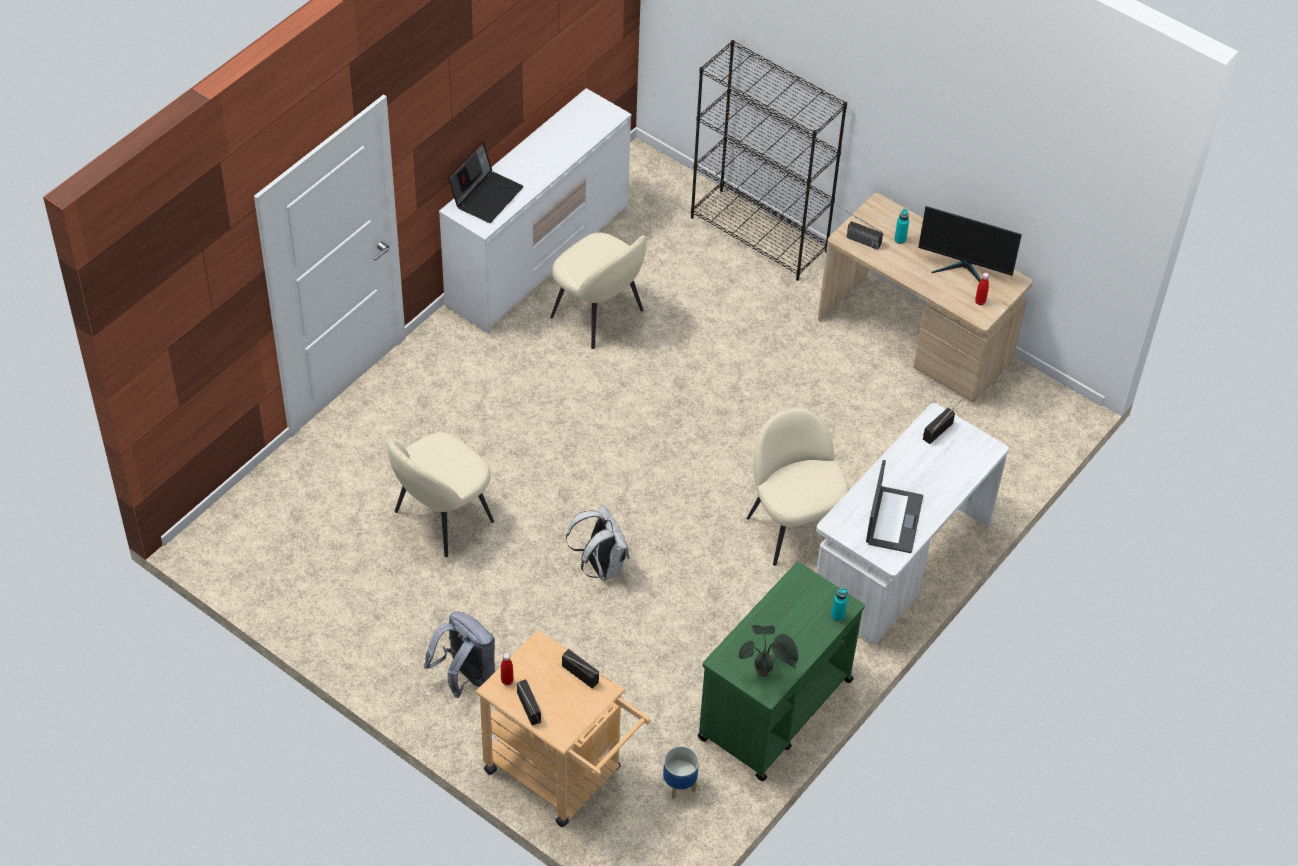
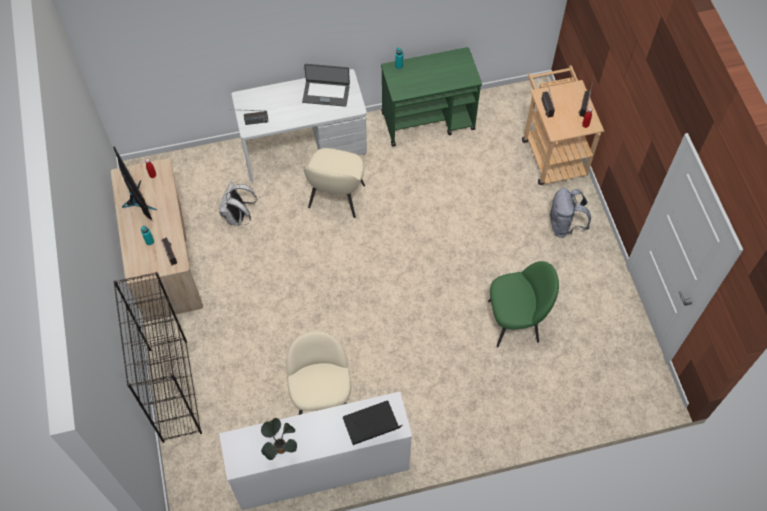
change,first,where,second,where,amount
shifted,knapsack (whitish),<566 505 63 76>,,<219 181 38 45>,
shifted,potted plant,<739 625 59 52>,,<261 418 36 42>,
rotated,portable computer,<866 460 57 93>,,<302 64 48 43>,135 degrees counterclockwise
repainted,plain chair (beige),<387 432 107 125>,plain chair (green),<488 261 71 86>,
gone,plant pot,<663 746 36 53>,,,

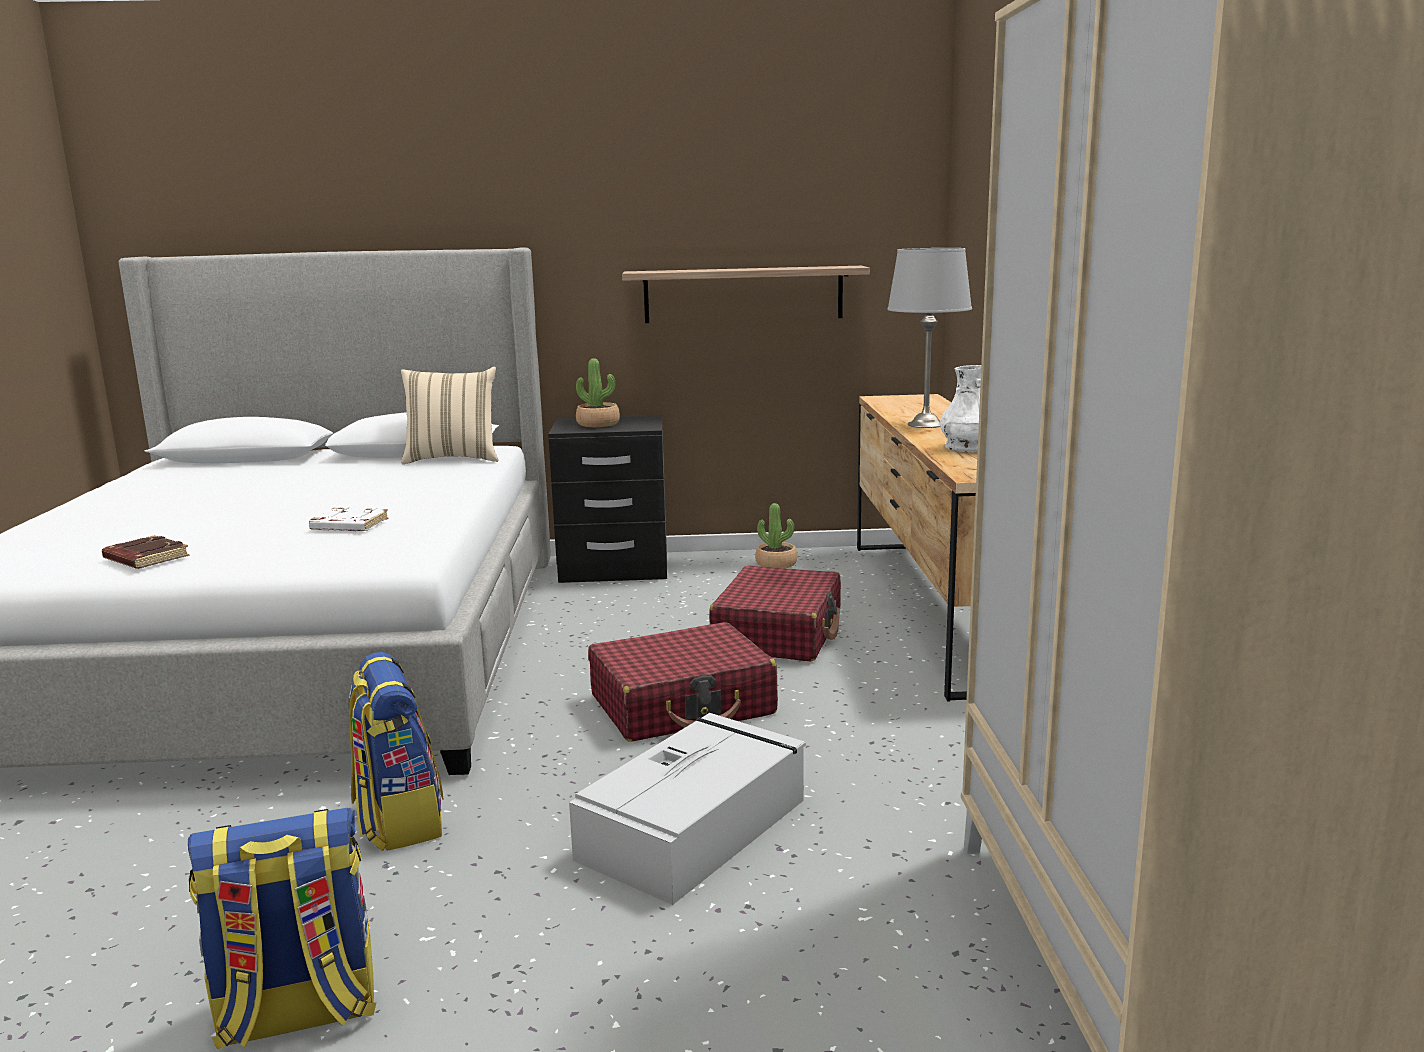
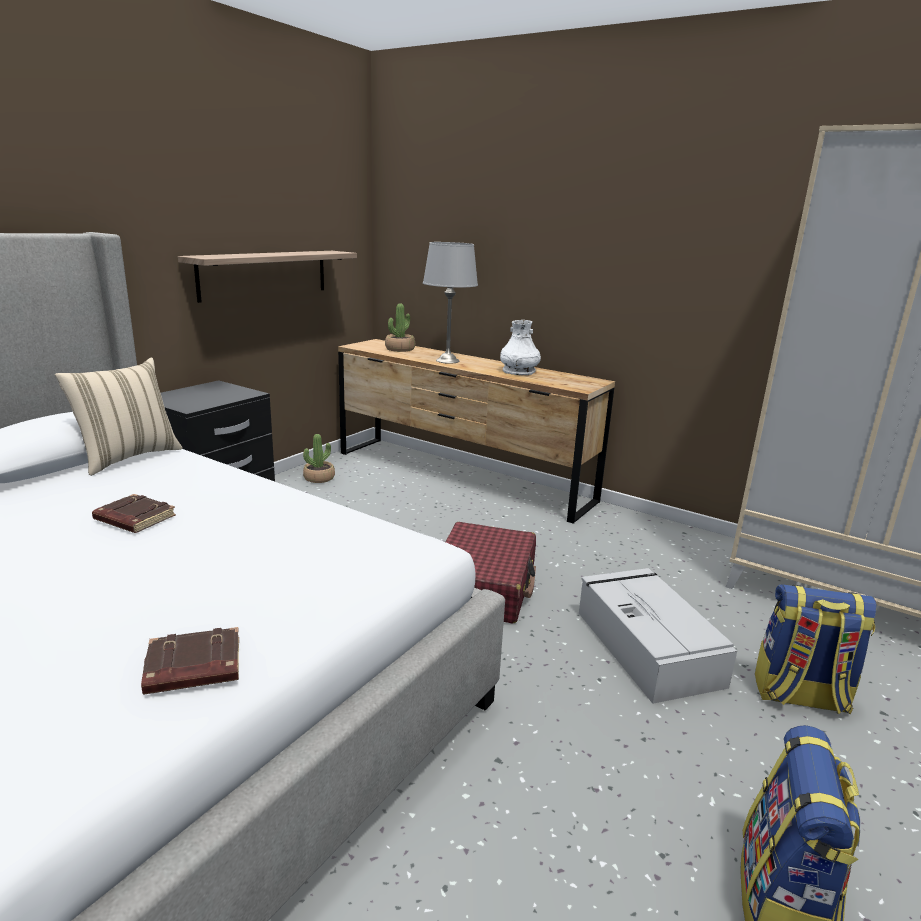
change,first,where,second,where,amount
new,,,book (brown-coloured),<92 494 84 39>,
shifted,potted plant,<576 358 44 69>,,<385 303 30 49>,
shifted,knapsack,<348 652 96 199>,,<755 584 122 130>,
gone,book (whitish),<309 507 80 24>,,,
gone,piece of luggage (reddish),<709 565 132 96>,,,

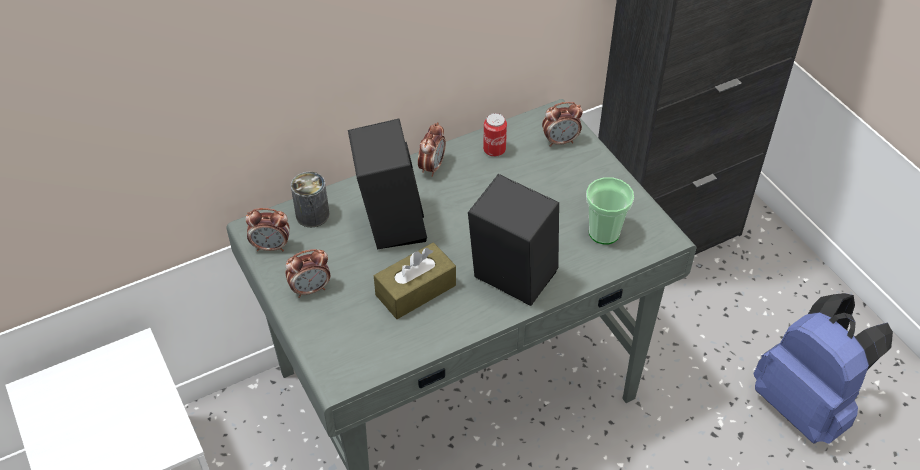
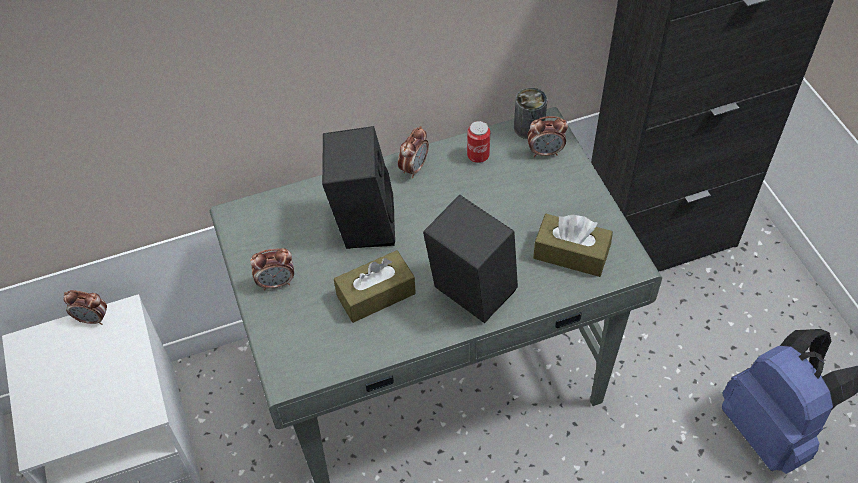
change,first,where,second,where,amount
shifted,table clock,<245 208 44 43>,,<64 290 43 35>,
shifted,metal can,<291 172 39 55>,,<514 88 33 51>,
swapped,cup,<586 177 48 68>,tissue holder (brown-coloured),<533 214 80 63>,

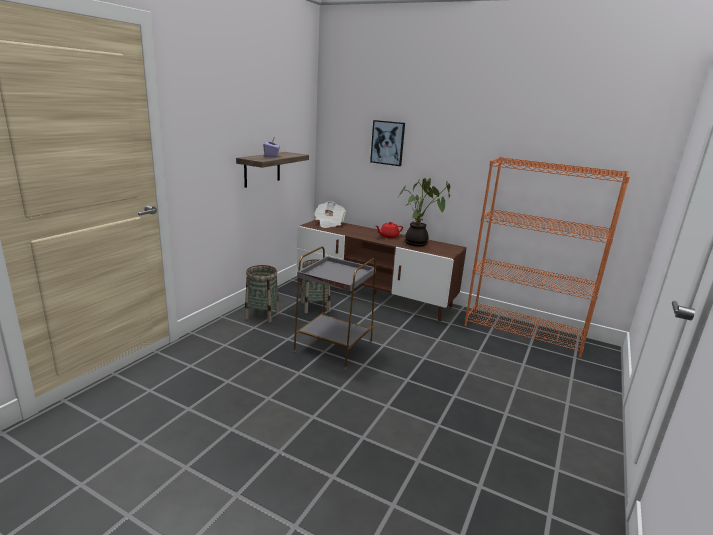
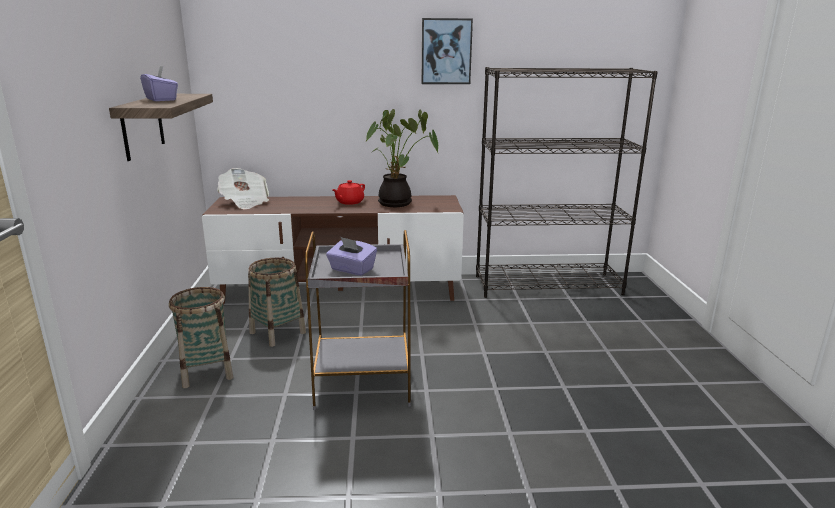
change,first,where,second,where,amount
new,,,tissue holder (purplish),<326 237 51 39>,
shifted,wall picture,<370 120 35 46>,,<421 18 52 66>,
repainted,shelving unit (orange),<464 157 166 201>,shelving unit (blackish),<476 67 182 231>,

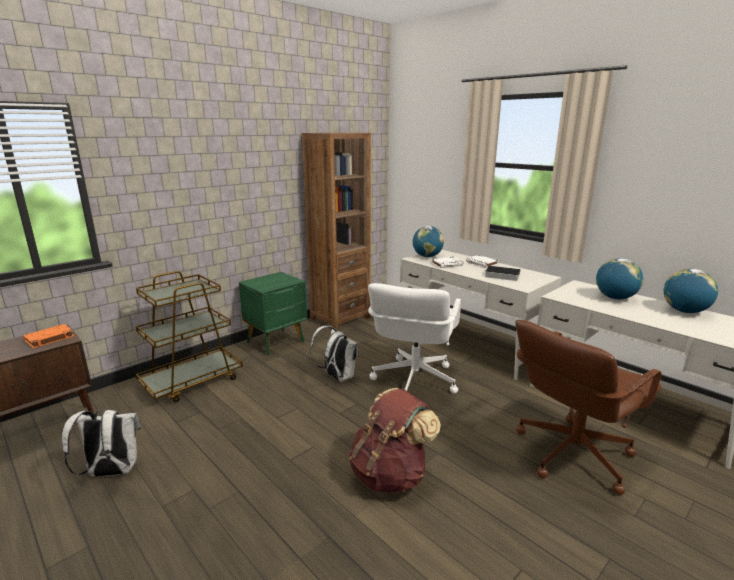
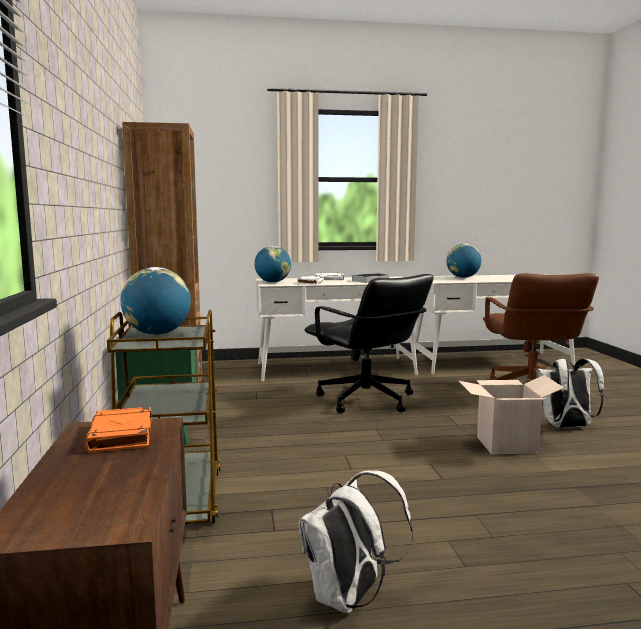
change,first,where,second,where,amount
shifted,globe,<664 269 54 44>,,<120 267 71 68>,
repainted,computer chair (whitish),<368 283 93 111>,computer chair (blackish),<304 274 129 139>,
swapped,knapsack (brown-coloured),<349 388 92 105>,carton,<459 375 105 79>,
shifted,knapsack (whitish),<310 326 49 56>,,<536 358 68 70>,

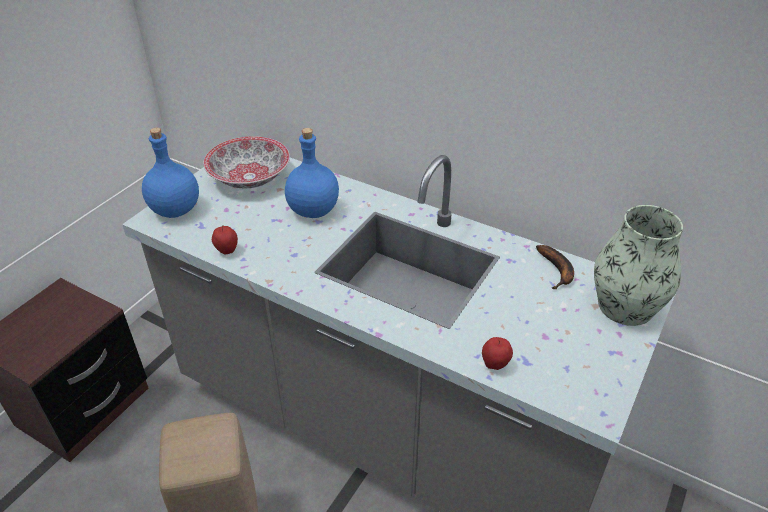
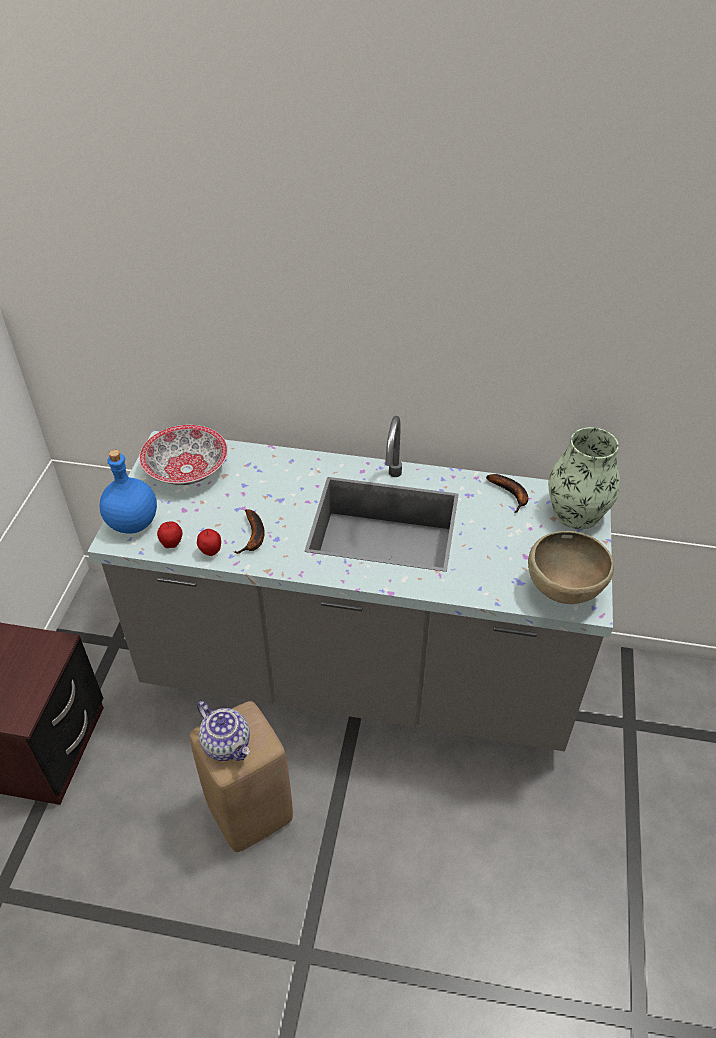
change,first,where,second,where,amount
shifted,whole apple,<482 337 31 33>,,<157 522 26 26>,
new,,,pot for tea,<197 701 53 60>,
new,,,whole banana,<234 509 31 45>,
new,,,deep dish (brown-coloured),<528 531 86 73>,
gone,beverage bottle (blue),<285 128 54 90>,,,

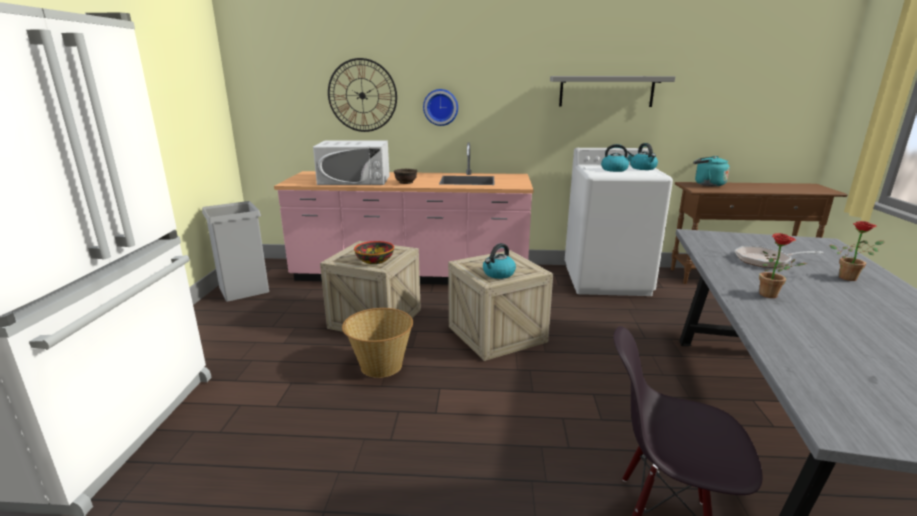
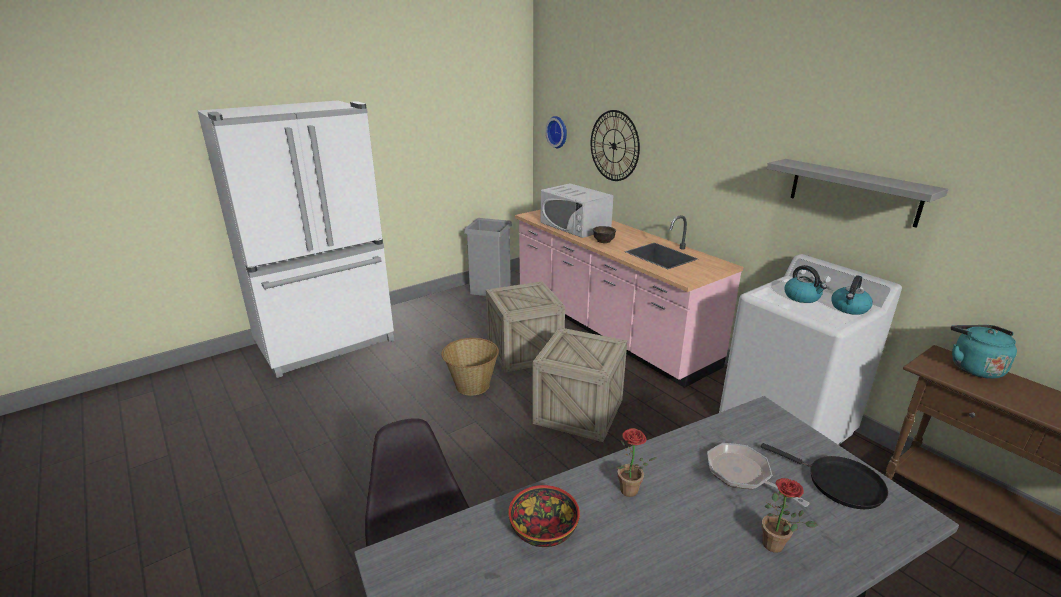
change,first,where,second,where,amount
shifted,deep dish,<354 241 40 23>,,<508 485 72 62>,
shifted,wall clock,<423 89 35 37>,,<545 116 22 32>,
new,,,frying pan (blackish),<761 443 127 66>,
gone,water kettle,<483 243 33 36>,,,

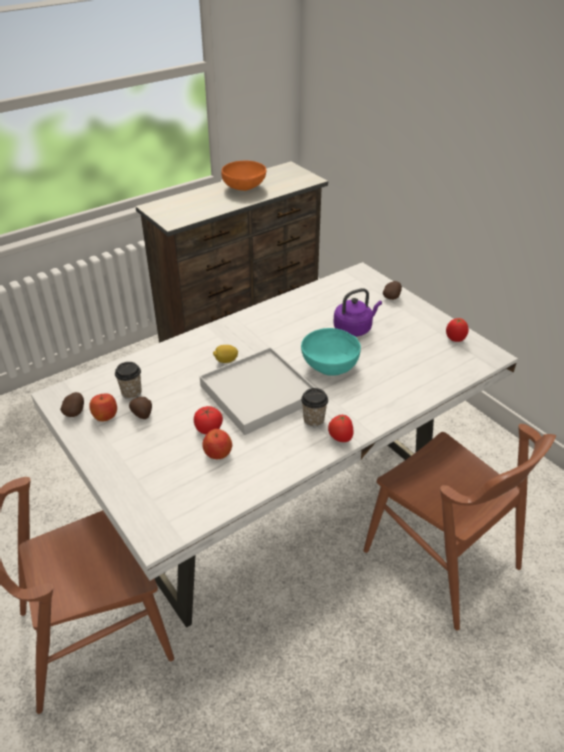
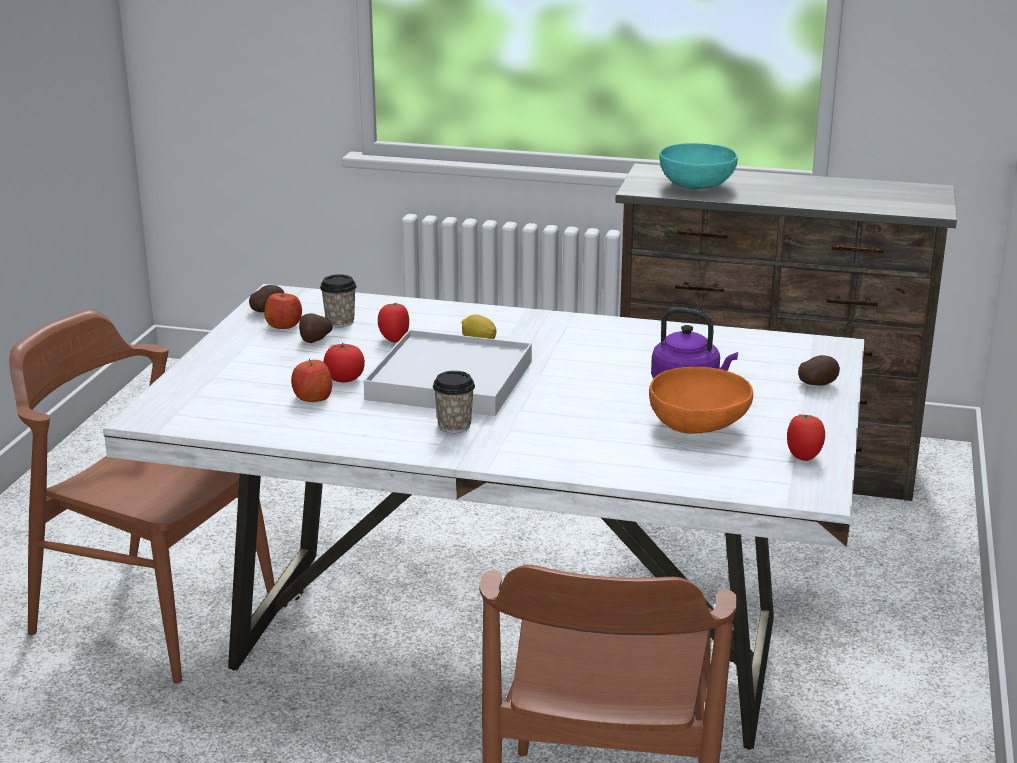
change,first,where,second,where,amount
shifted,tomato,<328 415 26 27>,,<378 303 31 39>,
shifted,deep dish (orange),<221 161 45 30>,,<649 367 104 67>,
shifted,deep dish (turquoise),<301 328 60 48>,,<659 143 79 46>,

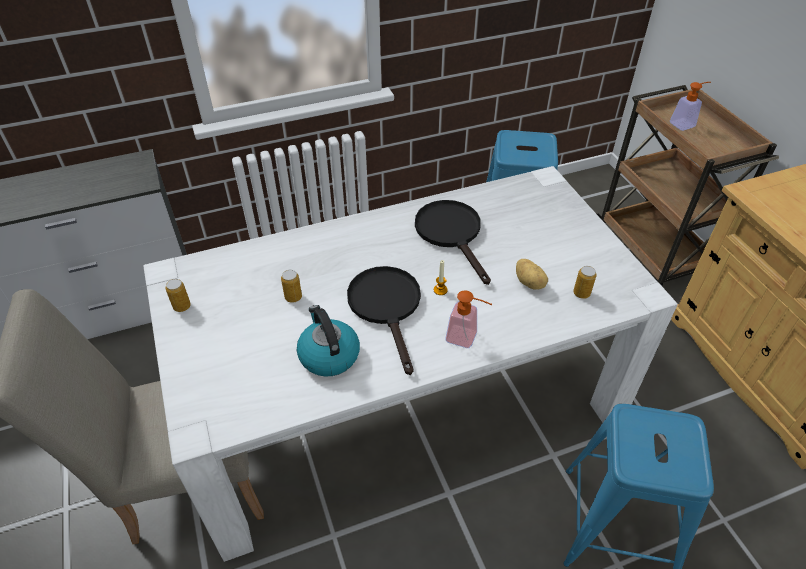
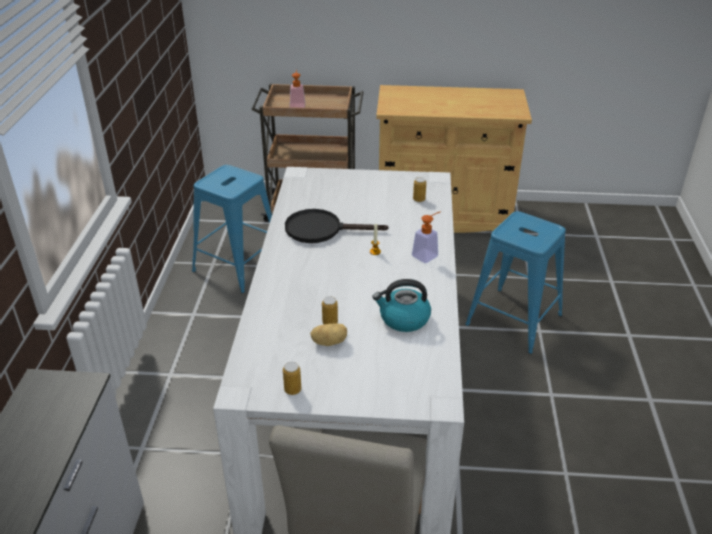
change,first,where,second,where,amount
shifted,whole potato,<516 259 32 31>,,<310 323 37 23>,
gone,frying pan (blackish),<347 266 74 109>,,,

